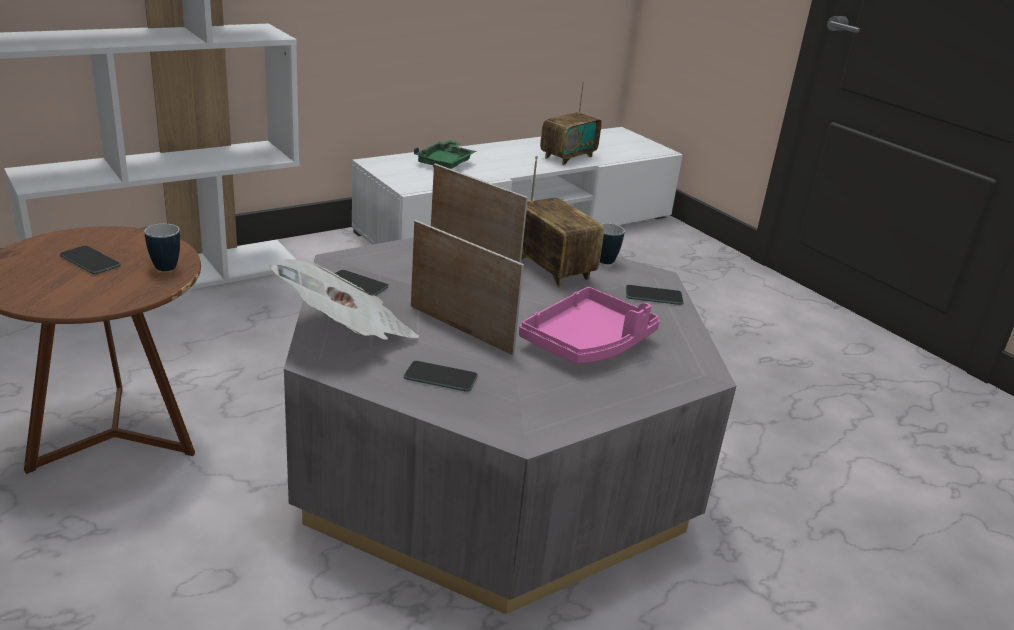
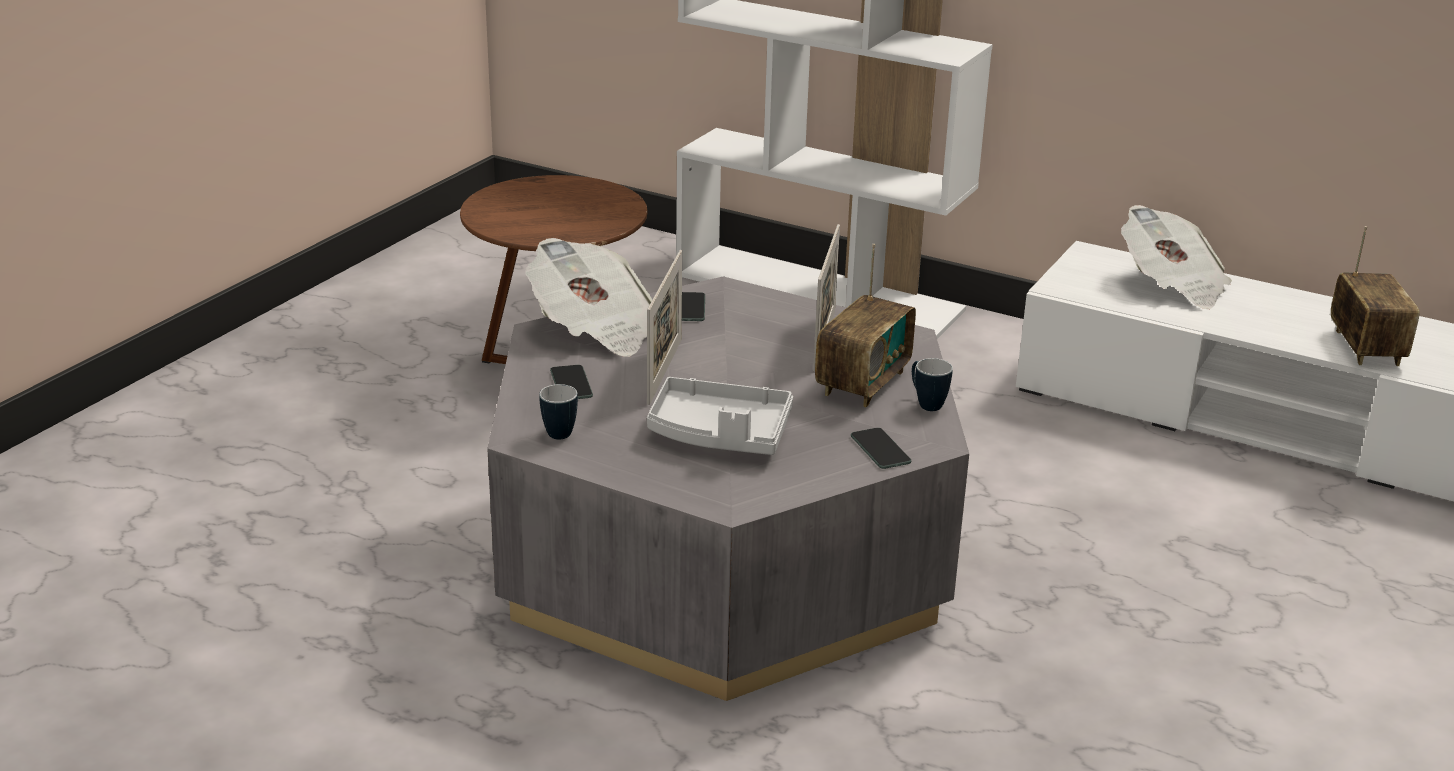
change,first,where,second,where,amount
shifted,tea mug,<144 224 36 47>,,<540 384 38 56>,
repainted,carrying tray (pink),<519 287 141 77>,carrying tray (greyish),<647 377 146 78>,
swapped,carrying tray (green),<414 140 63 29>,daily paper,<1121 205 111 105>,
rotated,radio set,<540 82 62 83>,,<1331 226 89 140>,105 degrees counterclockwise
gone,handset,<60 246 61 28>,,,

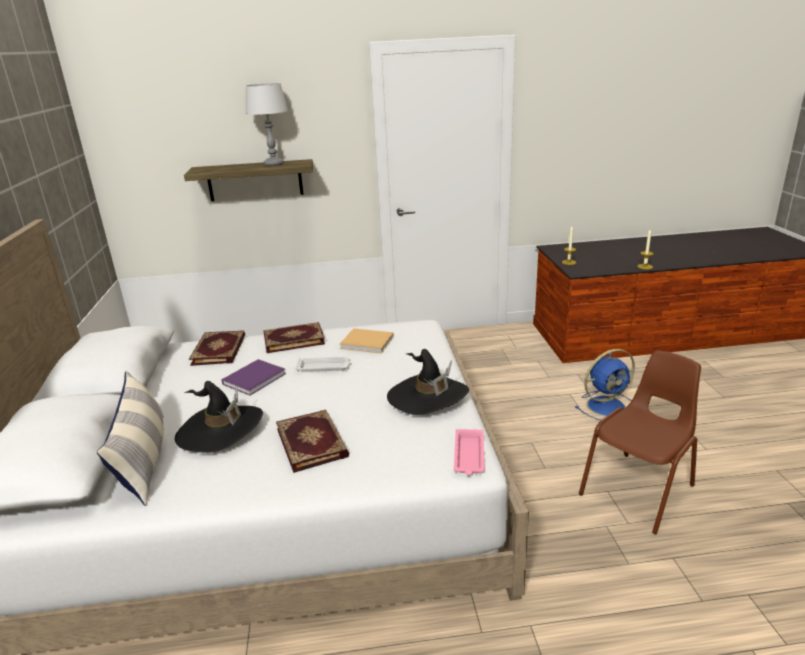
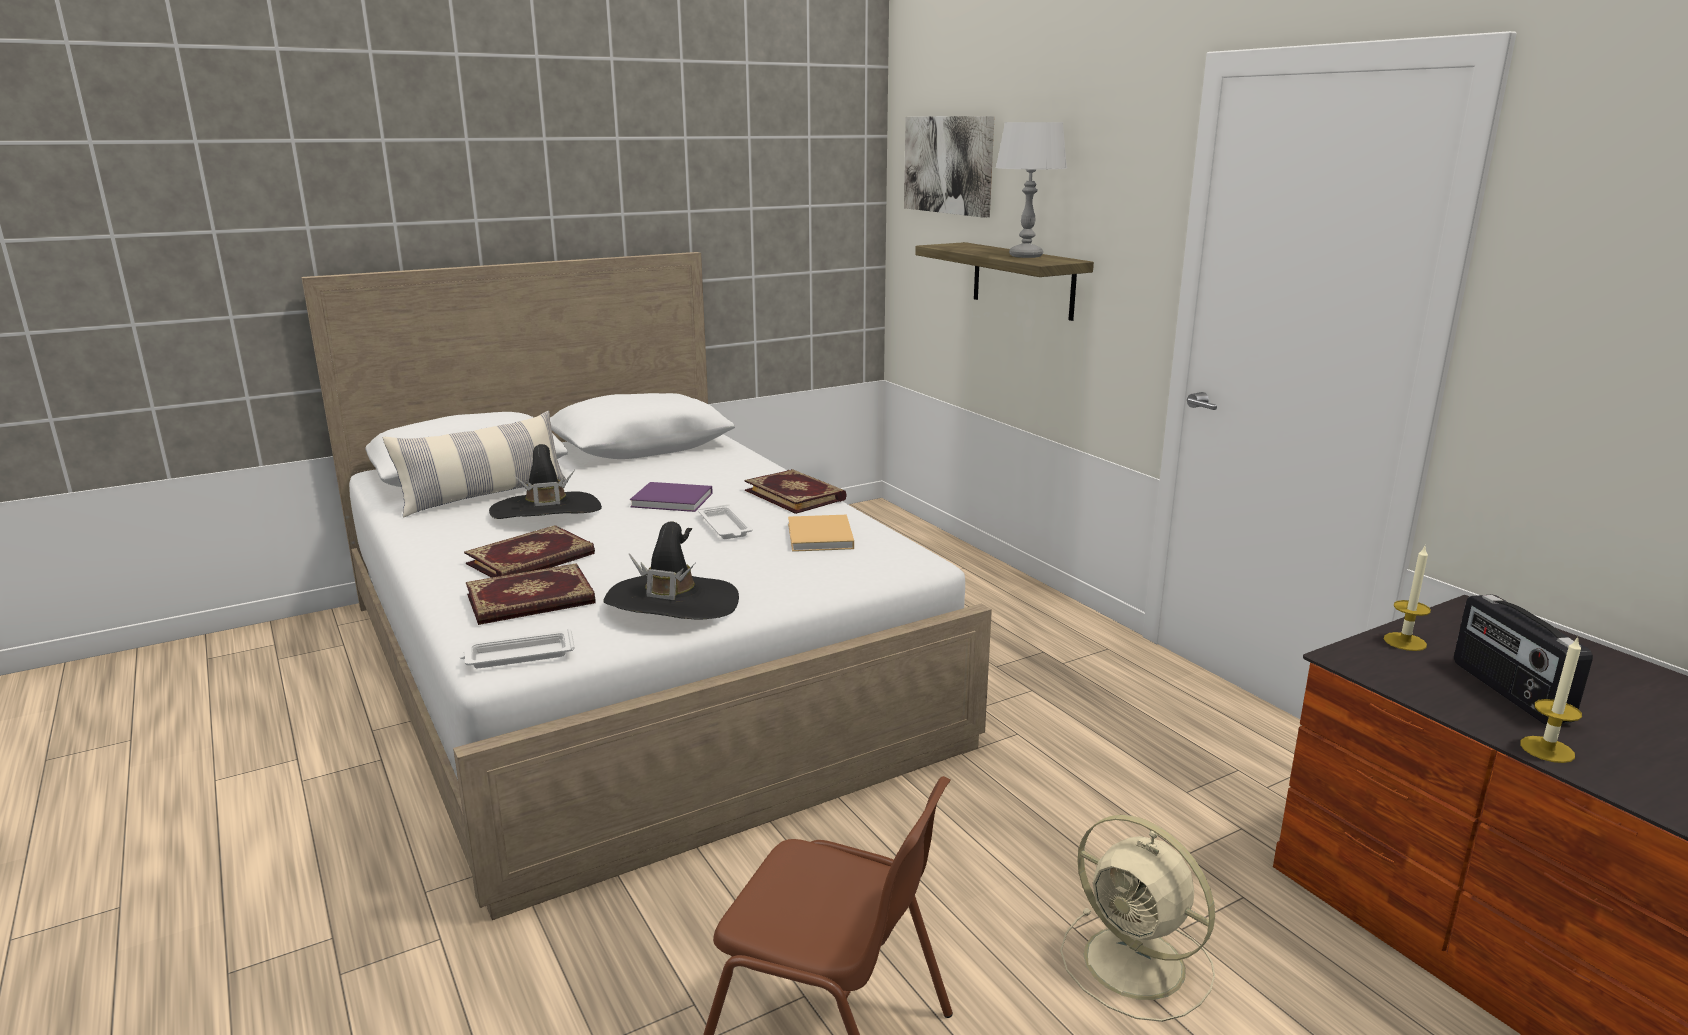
change,first,where,second,where,amount
repainted,carrying tray (pink),<454 429 31 46>,carrying tray (whitish),<460 629 114 39>,
shifted,book,<189 330 56 36>,,<466 563 129 62>,
new,,,wall picture,<904 116 91 102>,
repainted,electric fan (blue),<575 349 60 71>,electric fan (beige),<1060 815 155 207>,
new,,,radio set,<1454 595 139 130>,

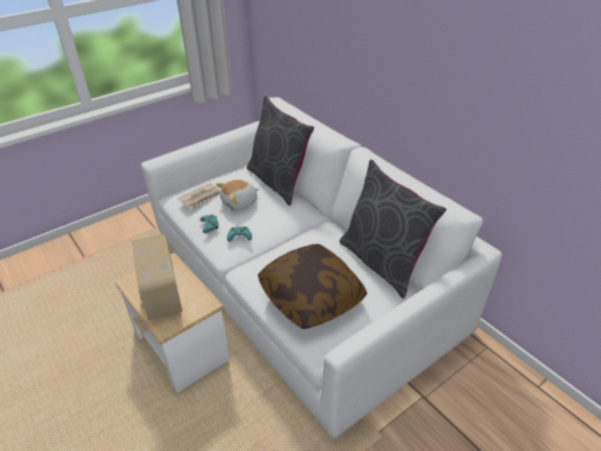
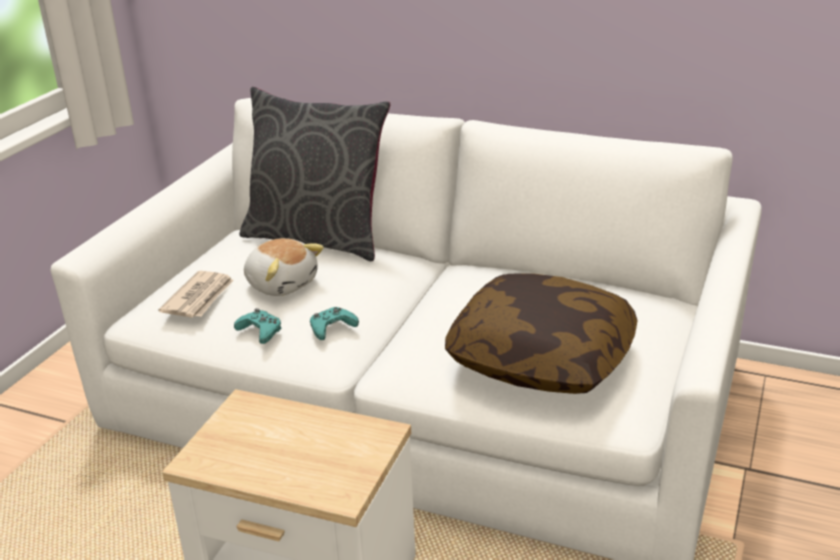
change,first,where,second,where,amount
rotated,cuddly toy,<215 180 44 31>,,<244 238 80 58>,75 degrees counterclockwise
gone,radio set,<132 234 50 86>,,,
gone,throw pillow (greyish),<339 159 107 139>,,,

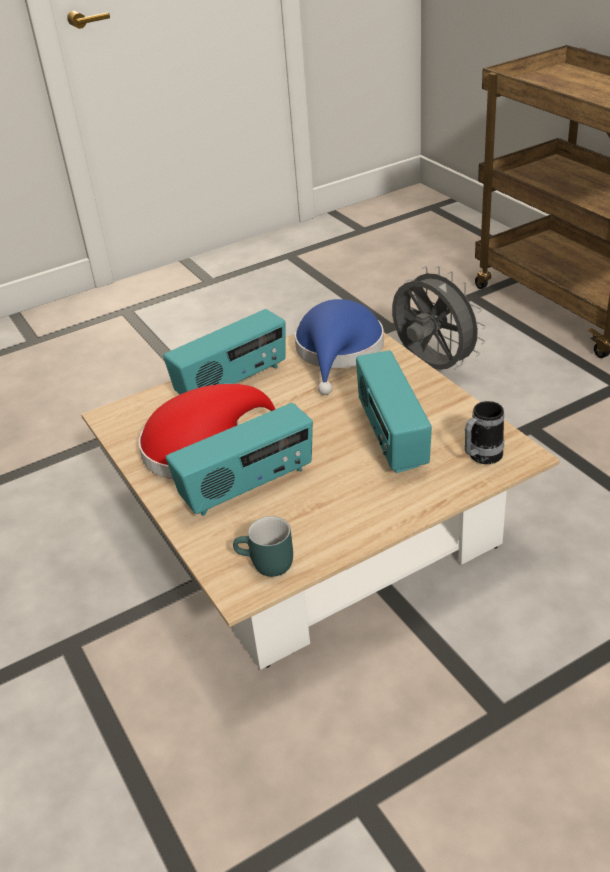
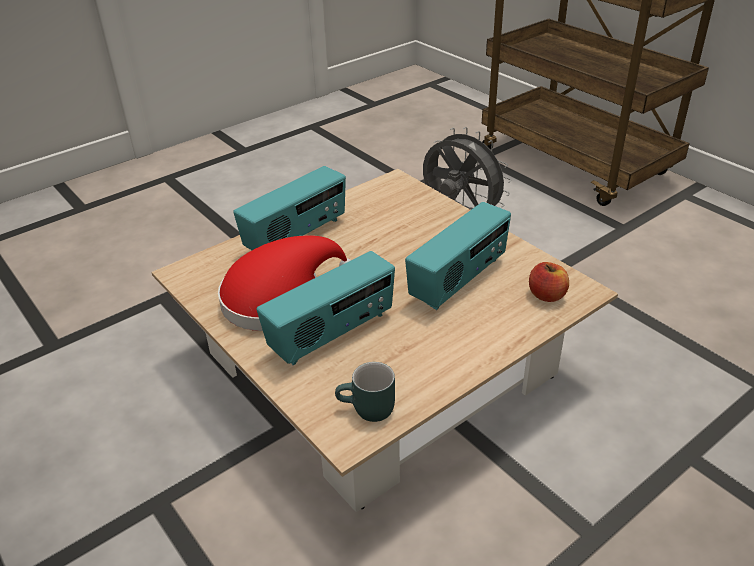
change,first,where,second,where,amount
rotated,radio set,<356 350 76 123>,,<405 202 106 108>,120 degrees counterclockwise
swapped,tea mug,<465 401 39 63>,whole apple,<529 262 40 40>,
gone,wearable hat (blue),<295 299 89 96>,,,

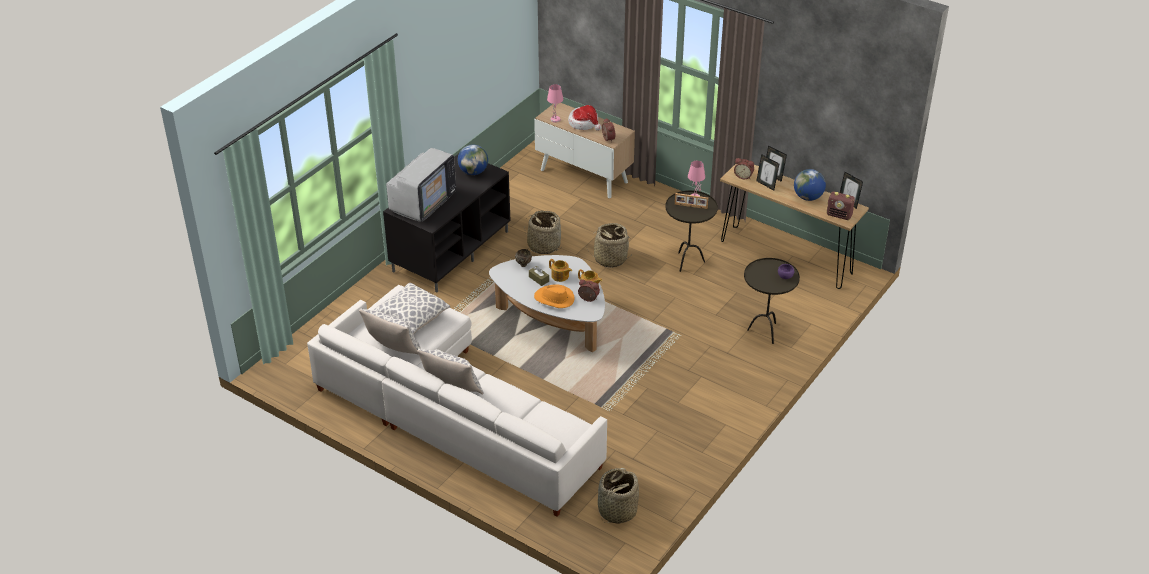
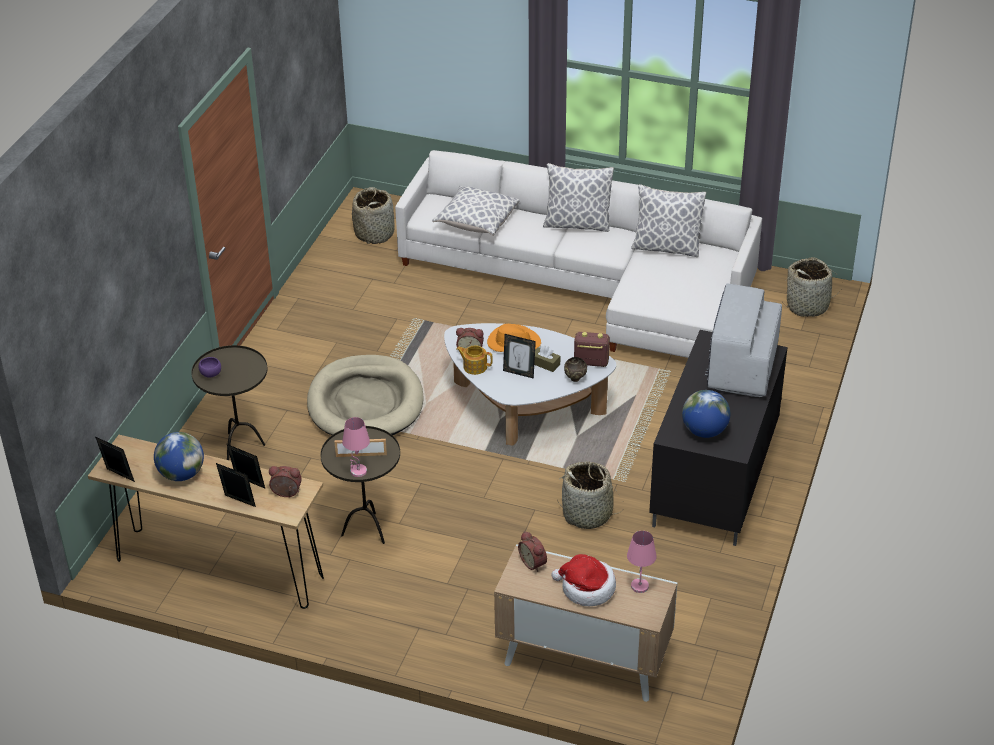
change,first,where,second,where,amount
new,,,pet bed (beige),<307 355 117 80>,
shifted,throw pillow,<373 283 77 51>,,<432 186 87 50>,
swapped,pot for tea,<549 259 23 23>,standing frame,<503 334 33 45>,
shifted,radio set,<826 191 29 29>,,<574 332 36 35>,
shifted,household basket,<586 223 44 44>,,<782 257 59 60>,

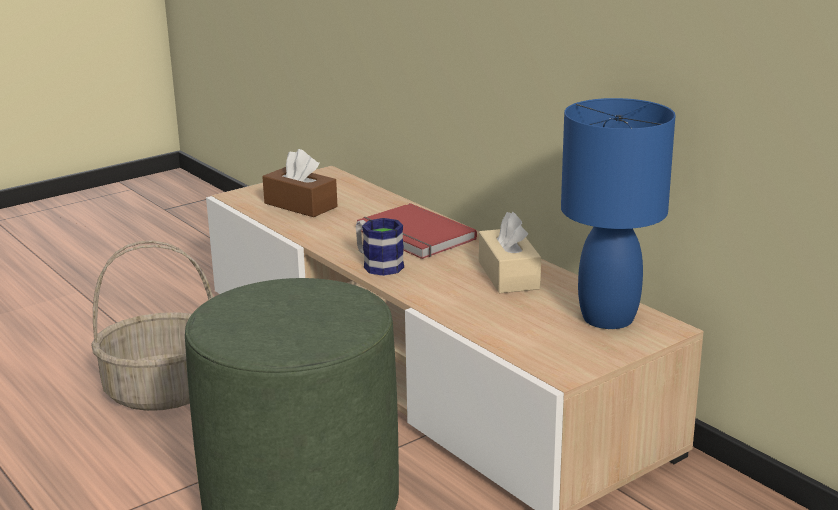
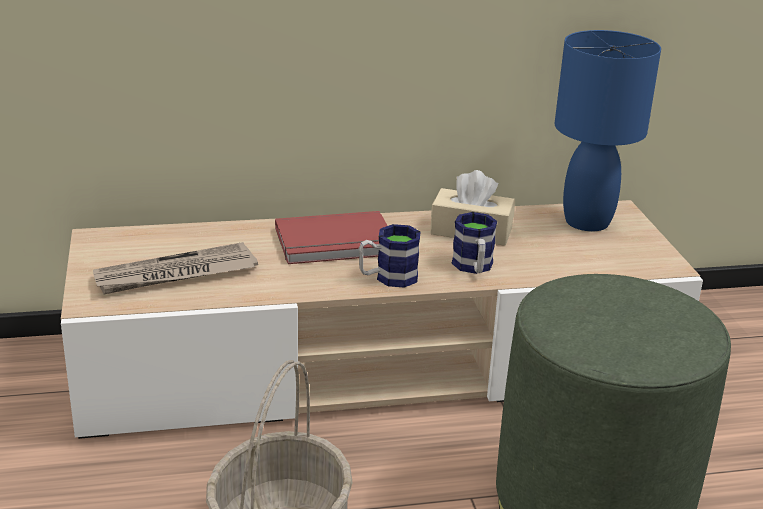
change,first,where,second,where,amount
swapped,tissue holder (brown-coloured),<262 149 75 68>,daily paper,<93 242 165 52>,
new,,,tea mug,<451 212 46 62>,

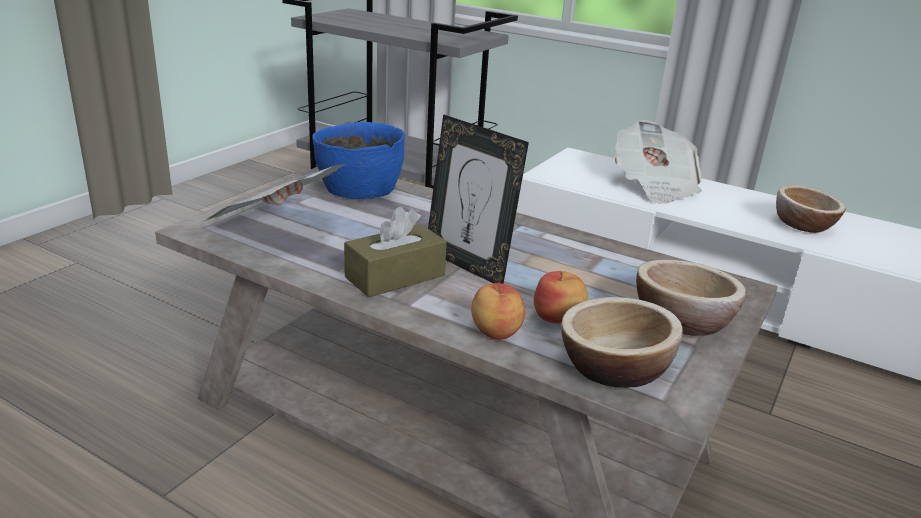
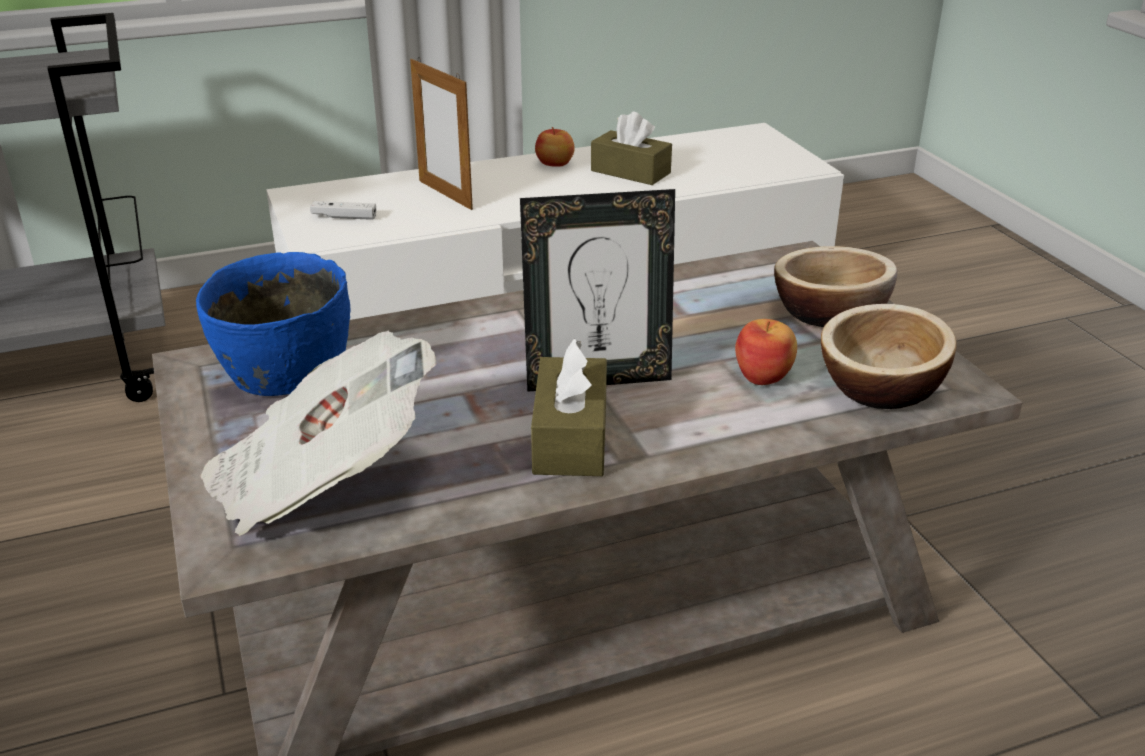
change,first,where,second,where,amount
new,,,joypad (whitish),<310 201 66 19>,
swapped,daily paper,<614 120 88 84>,standing frame,<410 57 63 153>,
shifted,whole apple,<471 282 54 58>,,<535 127 40 40>,
swapped,deep dish,<776 185 70 48>,tissue holder (brown-coloured),<591 112 81 73>,

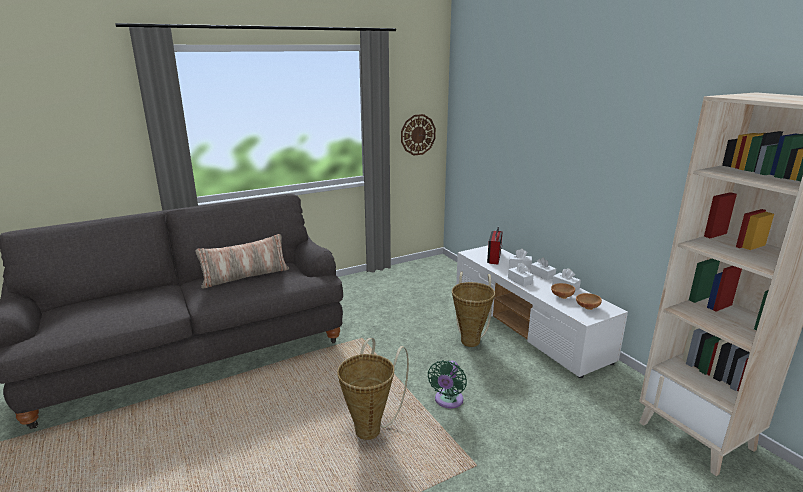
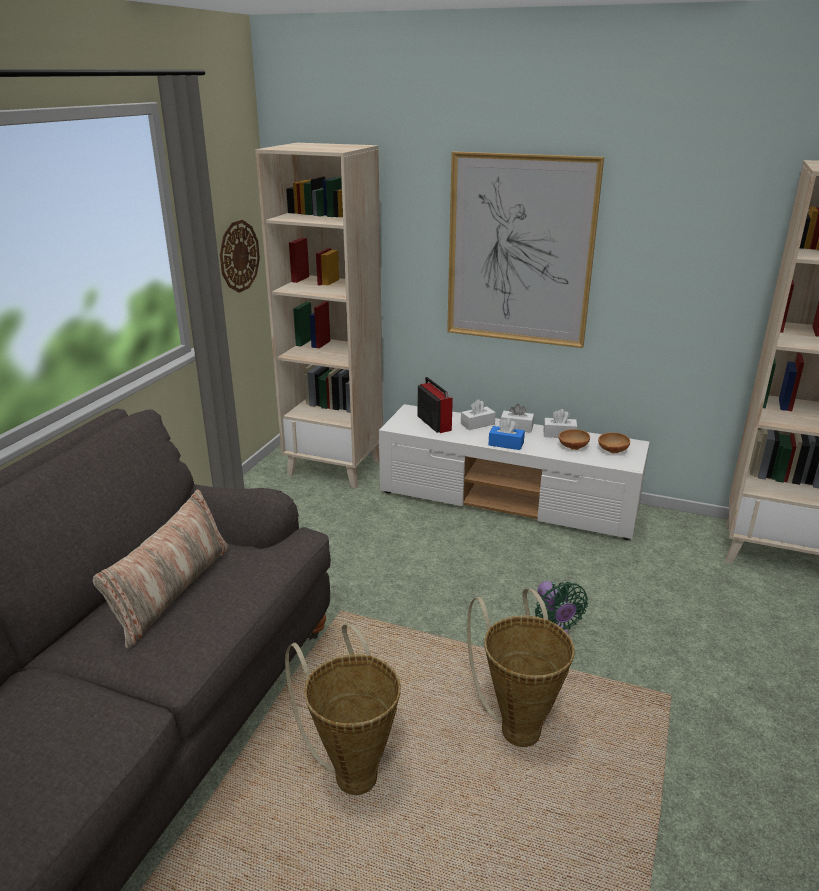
change,first,where,second,where,amount
new,,,shelving unit (beige),<255 143 128 346>,
shifted,household basket,<452 272 43 75>,,<285 624 116 171>,
new,,,wall picture,<447 151 157 197>,
repainted,tissue holder (whitish),<508 263 25 24>,tissue holder (blue),<489 418 36 32>,

